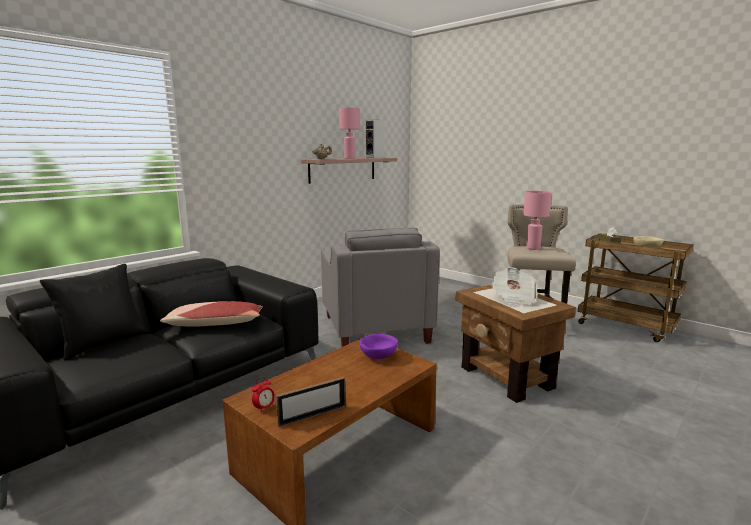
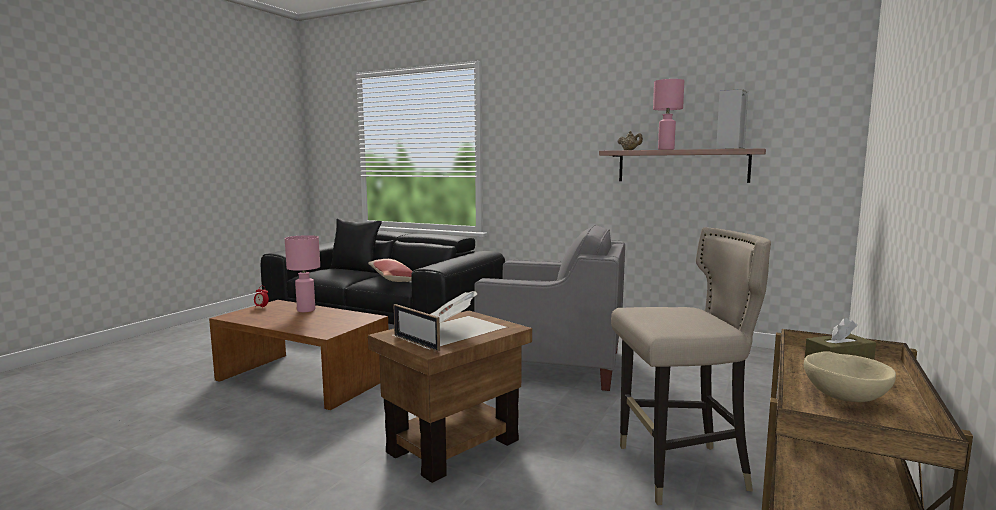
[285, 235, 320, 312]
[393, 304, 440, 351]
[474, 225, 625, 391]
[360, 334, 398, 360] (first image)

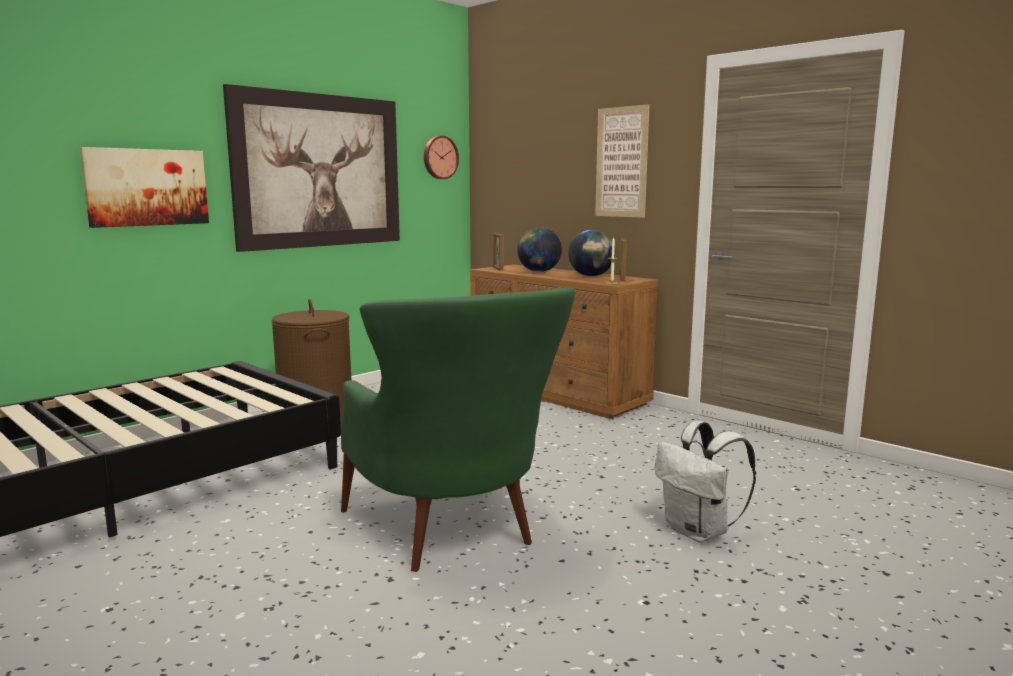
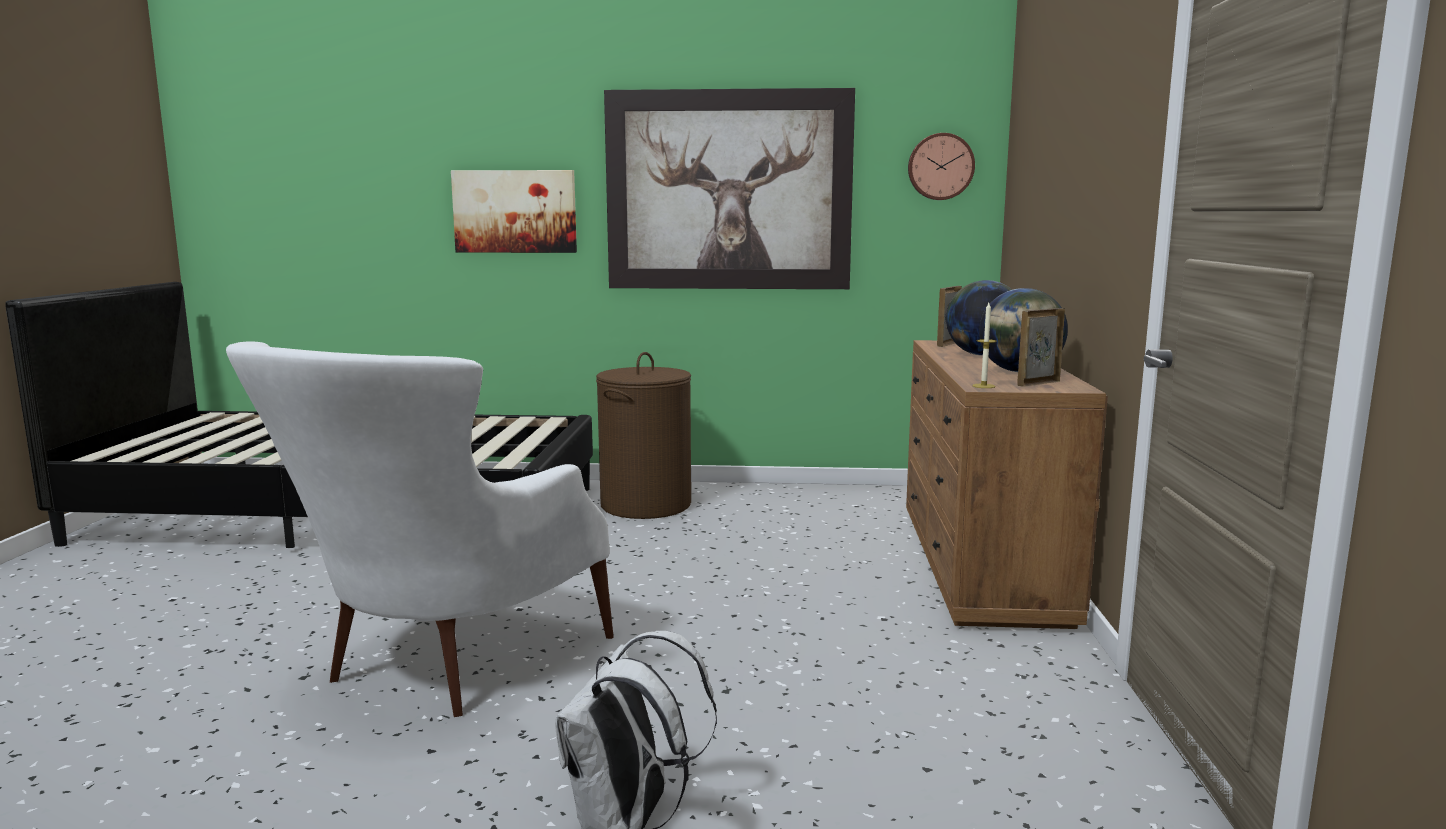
[226, 341, 614, 717]
[595, 104, 650, 218] (first image)

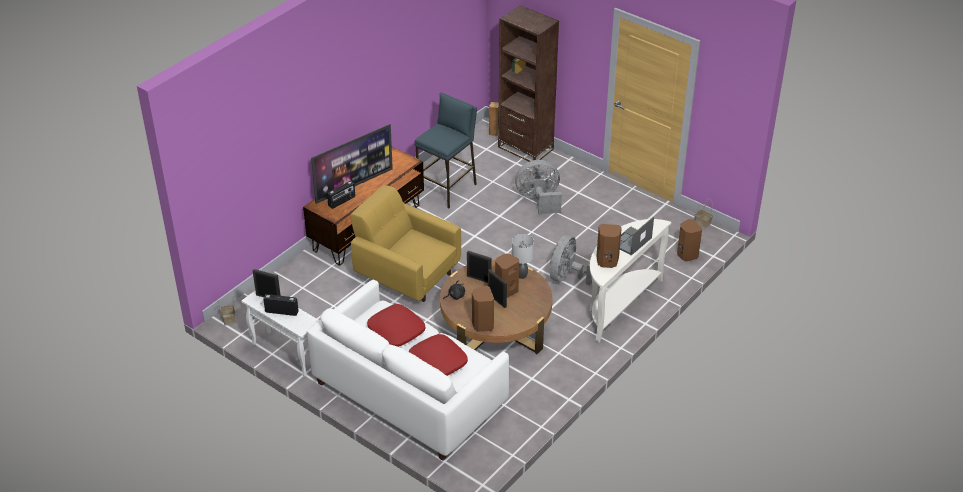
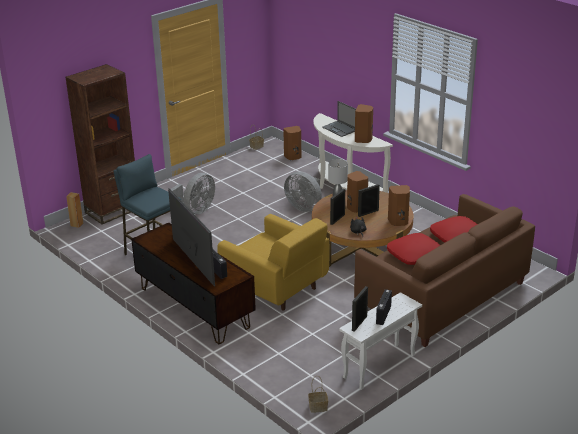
[171, 173, 215, 214]
[217, 214, 330, 311]
[354, 194, 535, 347]

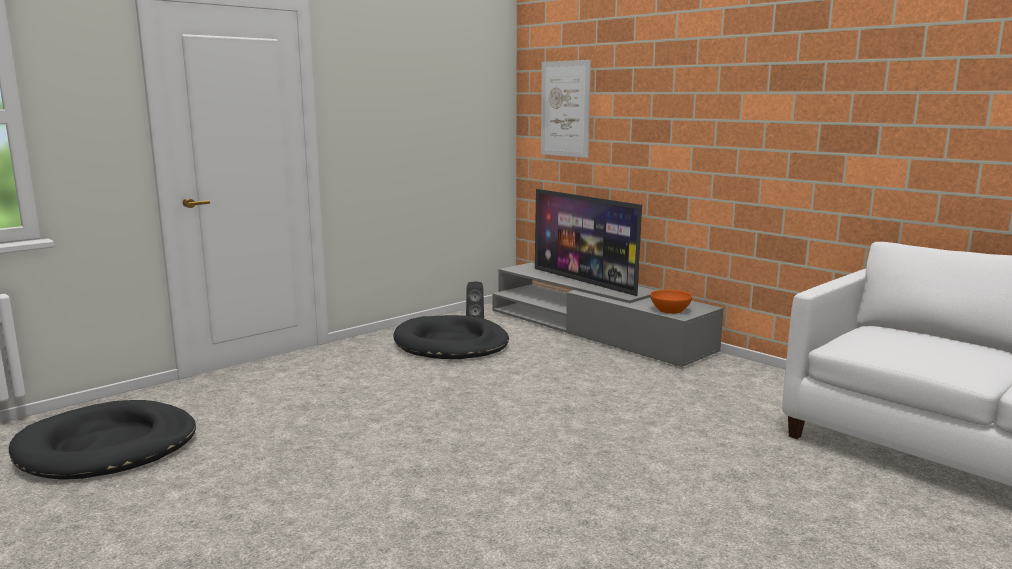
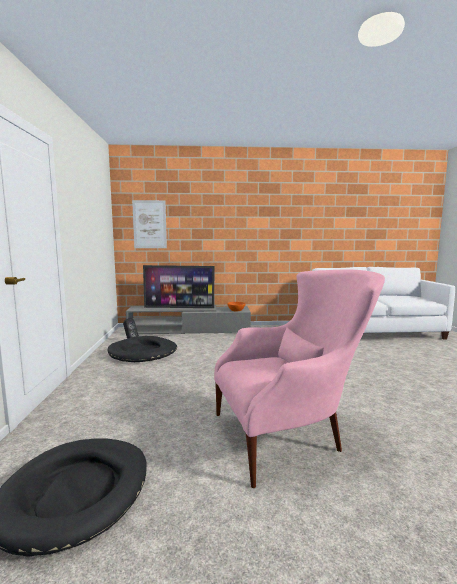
[214, 270, 385, 488]

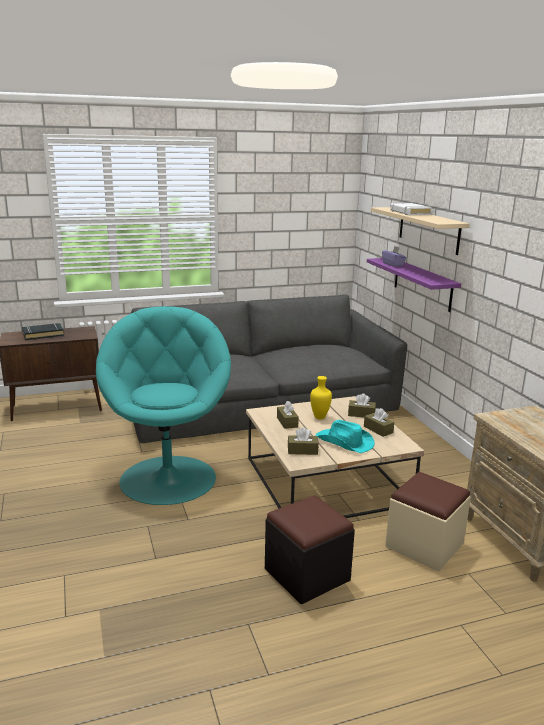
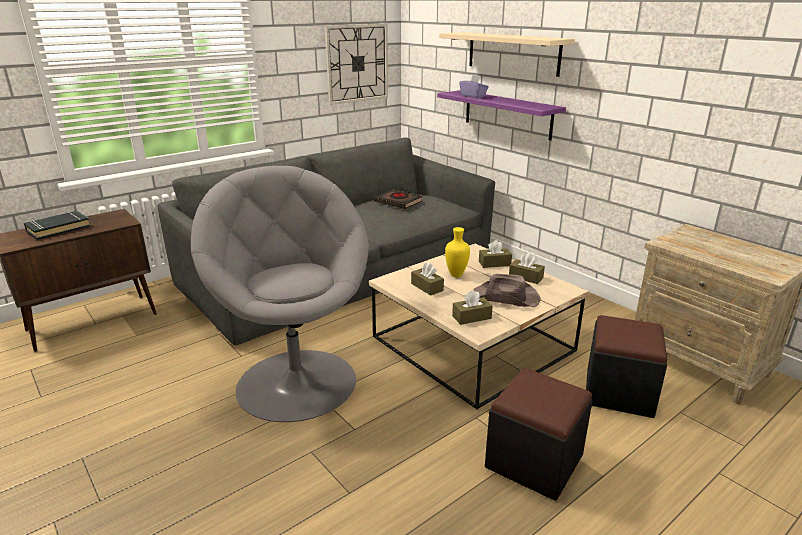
[191, 166, 369, 422]
[325, 24, 388, 105]
[374, 189, 423, 209]
[473, 274, 541, 308]
[586, 315, 667, 418]
[390, 203, 432, 215] (first image)

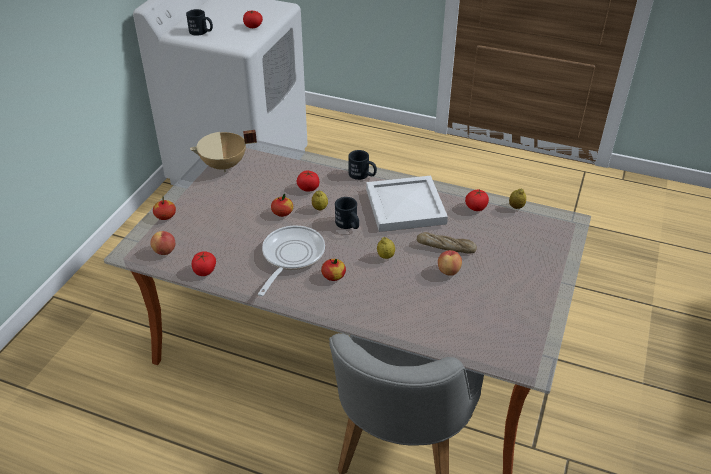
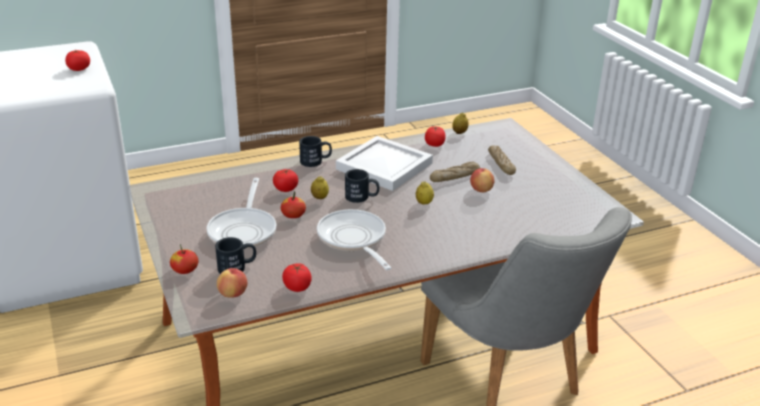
[207, 178, 276, 249]
[215, 237, 256, 274]
[488, 145, 516, 175]
[190, 130, 257, 172] (first image)
[321, 259, 346, 281] (first image)

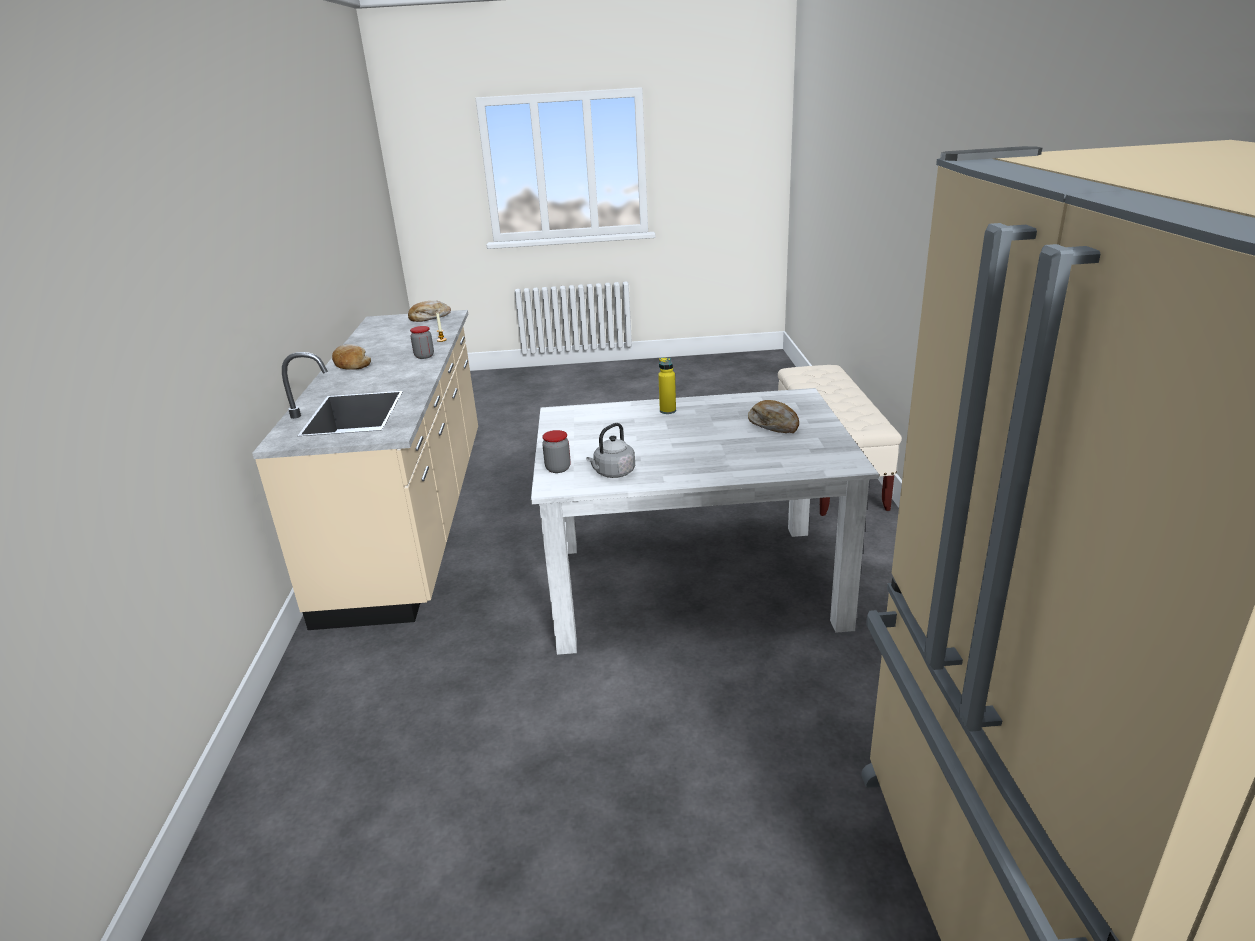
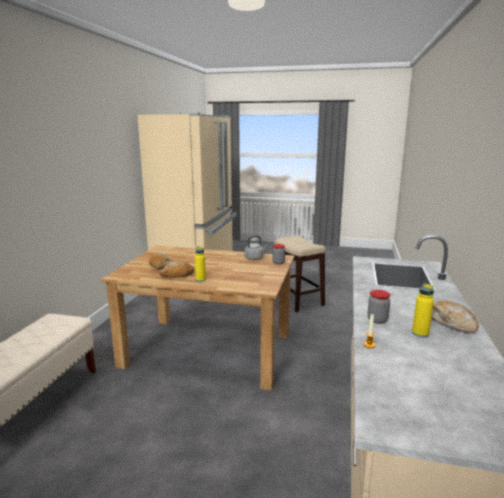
[100, 246, 294, 391]
[159, 261, 194, 278]
[274, 236, 326, 312]
[412, 283, 434, 337]

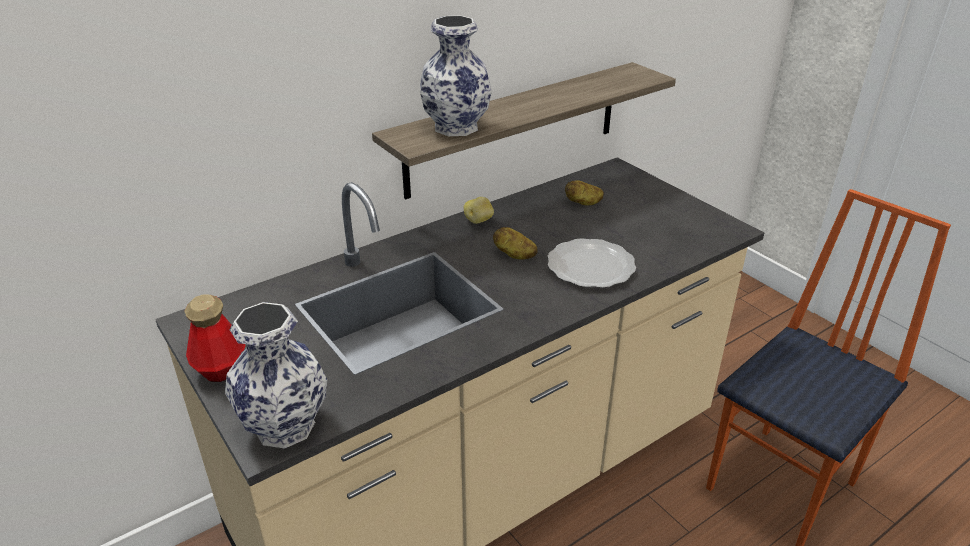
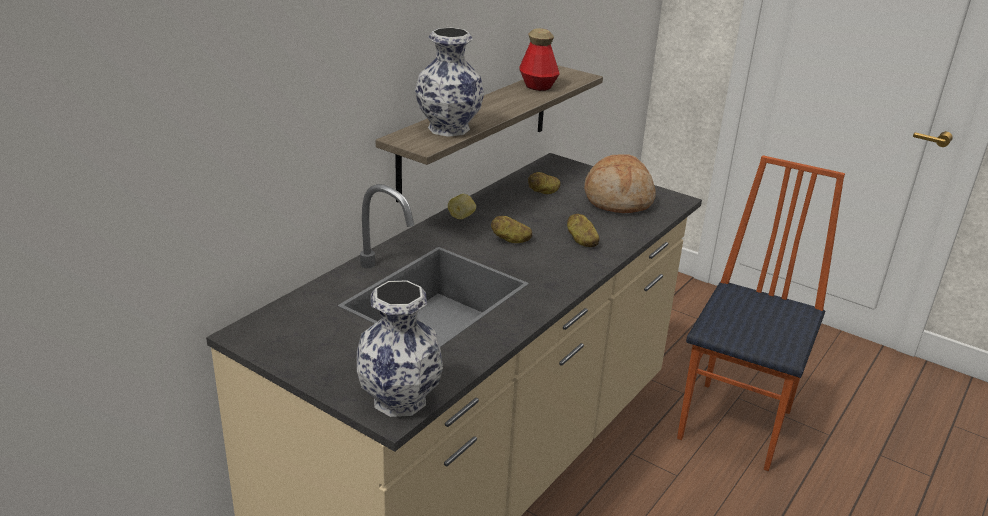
[519, 28, 559, 91]
[567, 213, 600, 247]
[584, 154, 656, 213]

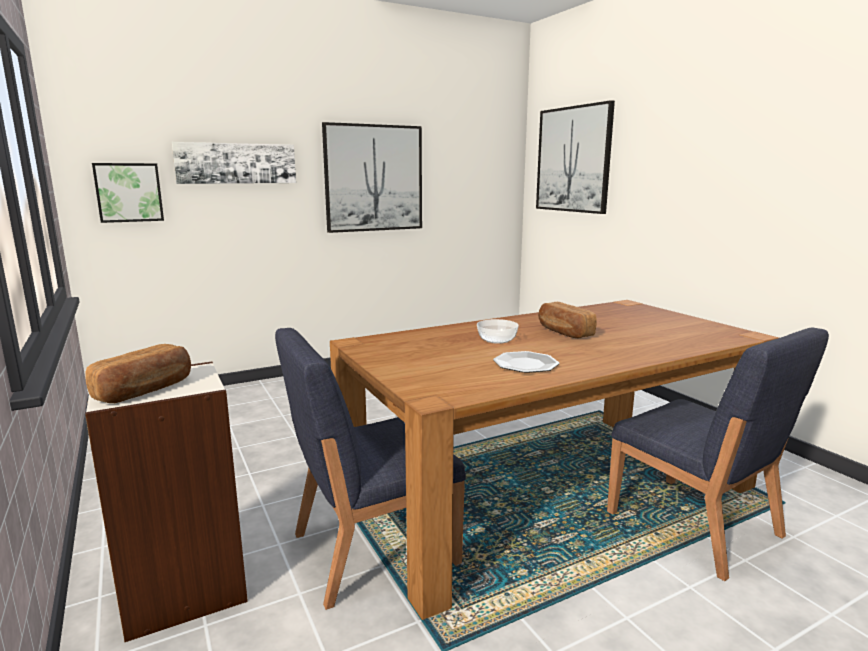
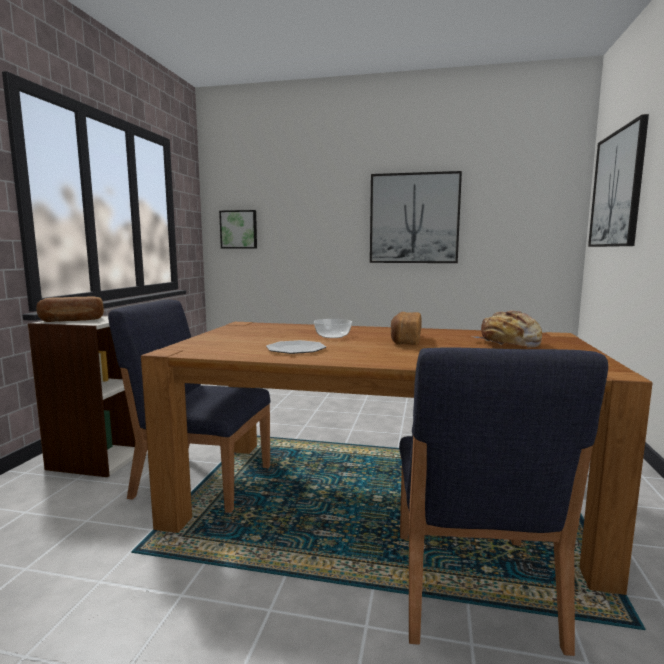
[472, 310, 542, 348]
[172, 142, 296, 184] (first image)

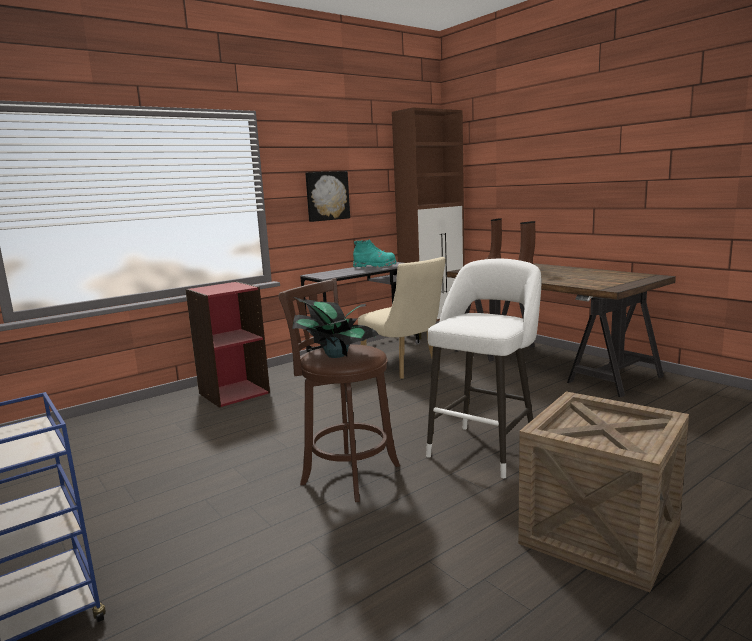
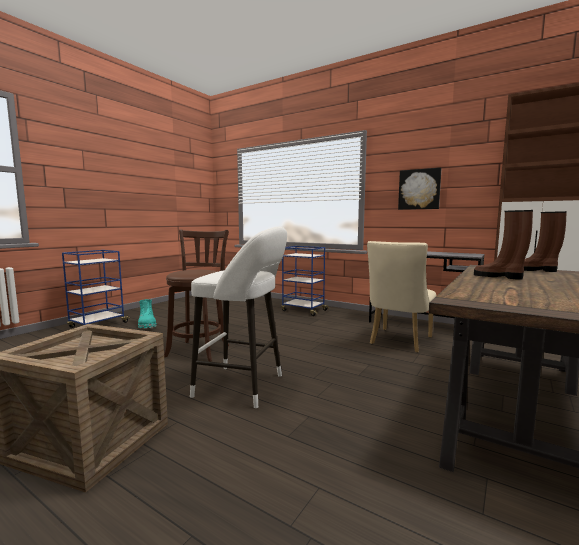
[138, 299, 157, 329]
[281, 246, 329, 316]
[292, 297, 379, 358] (first image)

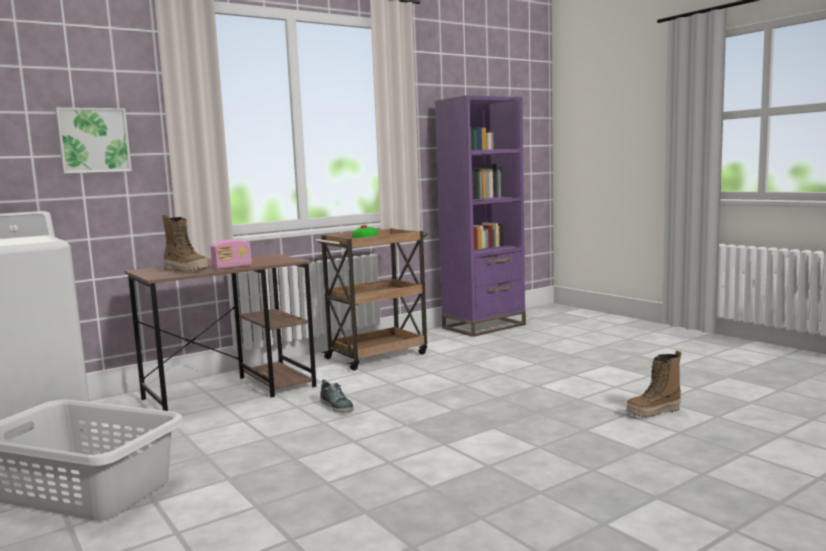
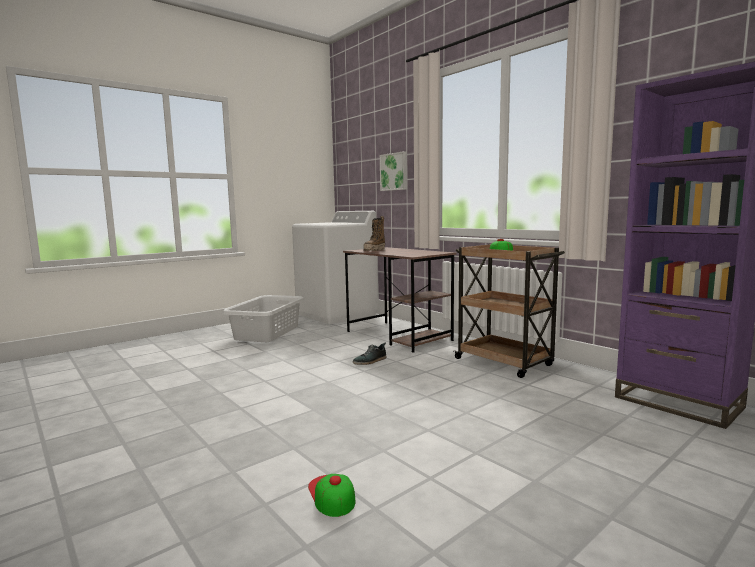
[308, 474, 356, 517]
[210, 239, 252, 270] (first image)

